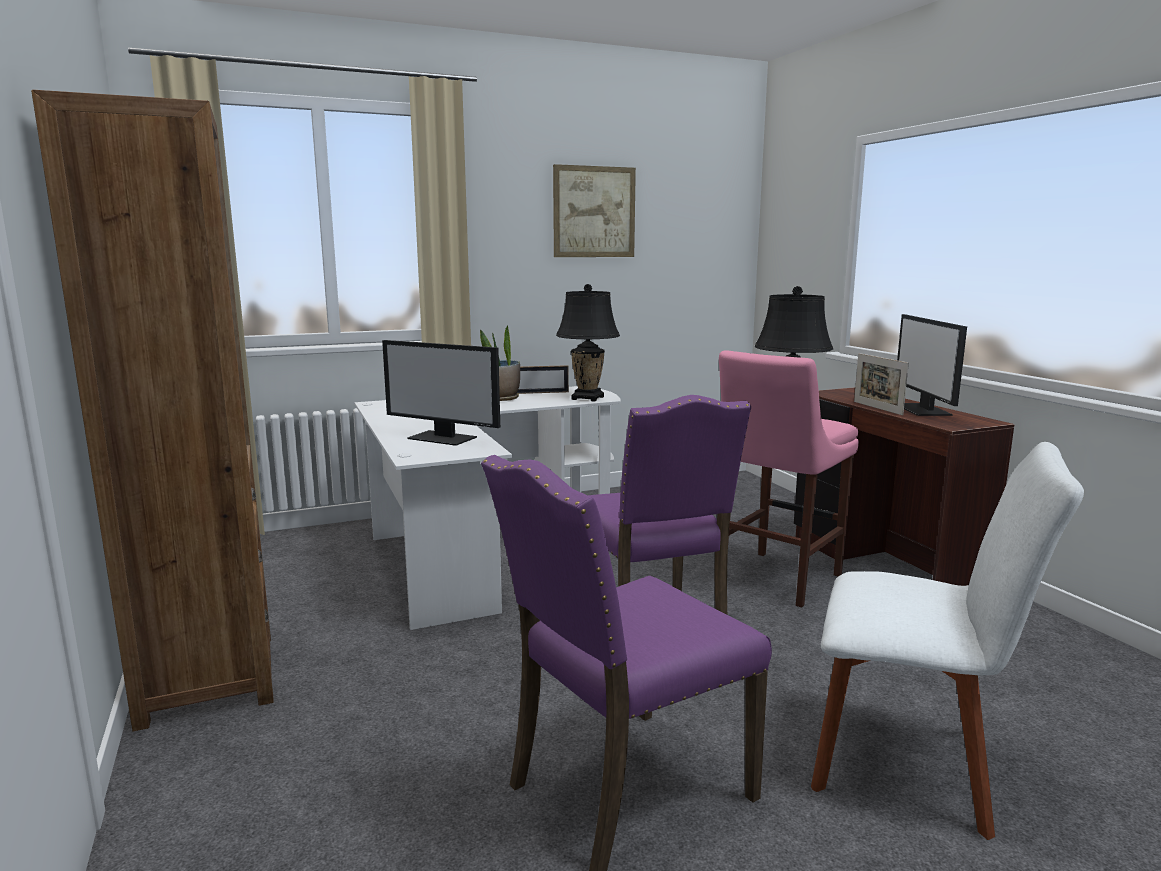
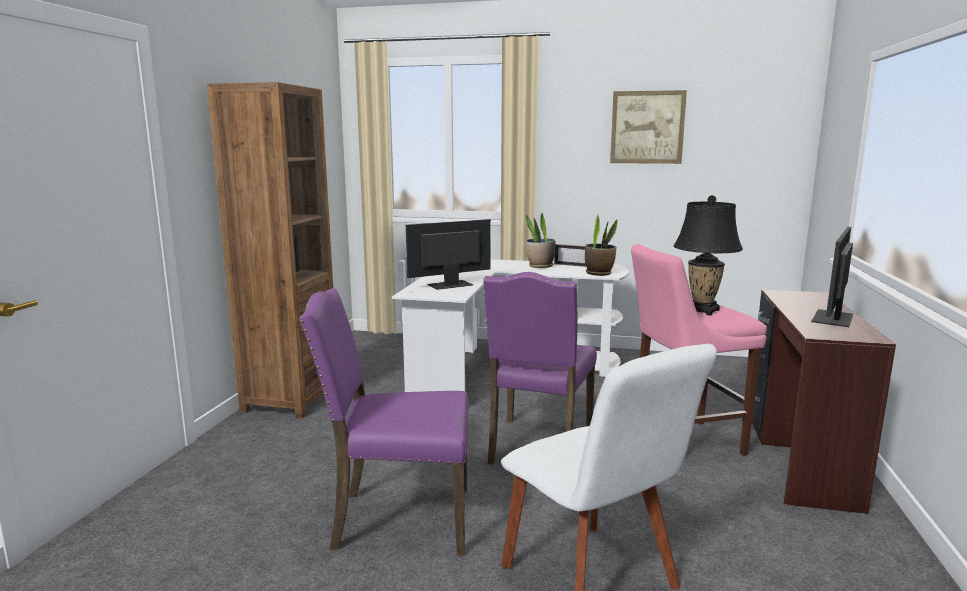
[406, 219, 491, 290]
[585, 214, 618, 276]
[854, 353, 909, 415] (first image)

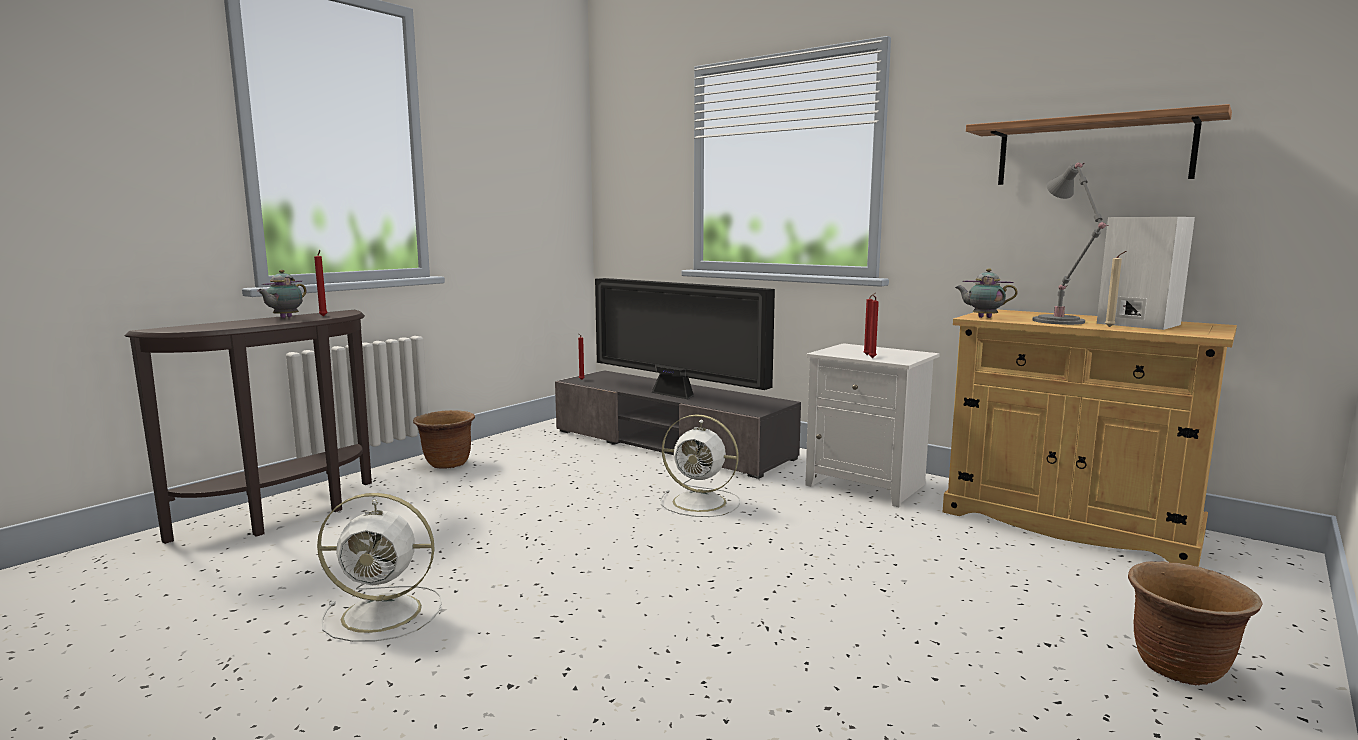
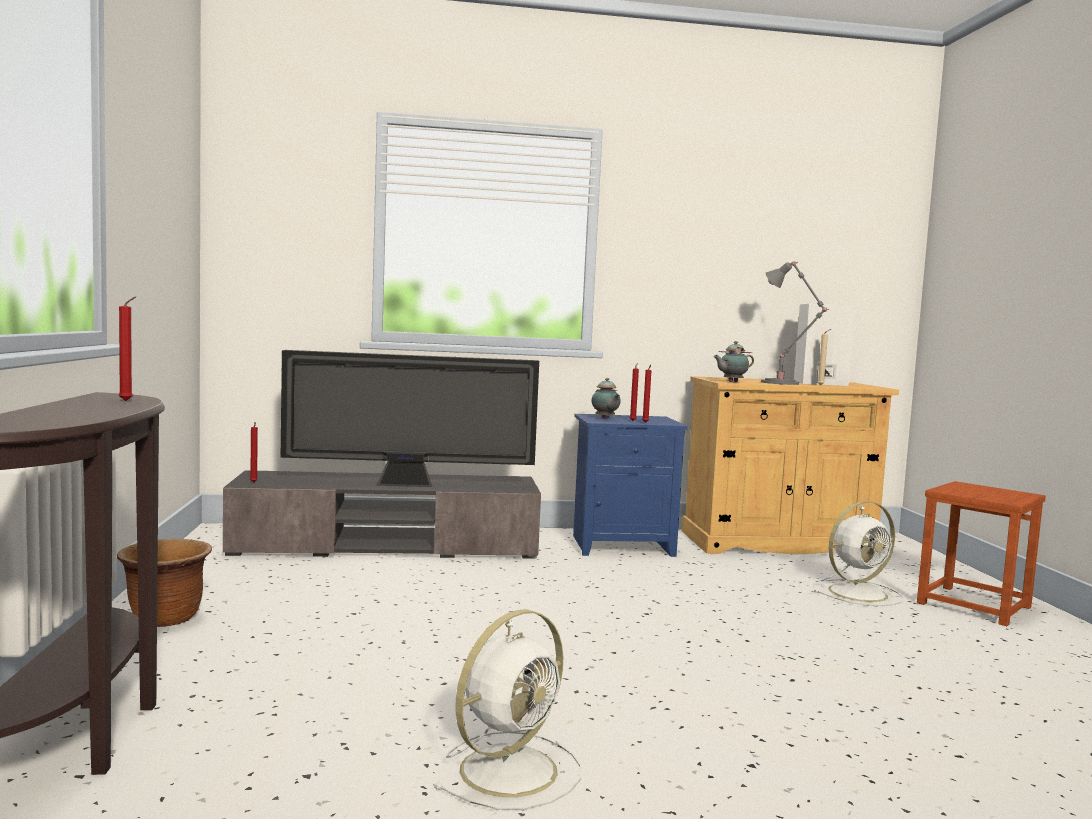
[573, 414, 688, 557]
[591, 378, 621, 419]
[813, 501, 904, 606]
[917, 481, 1046, 626]
[966, 104, 1232, 185] (first image)

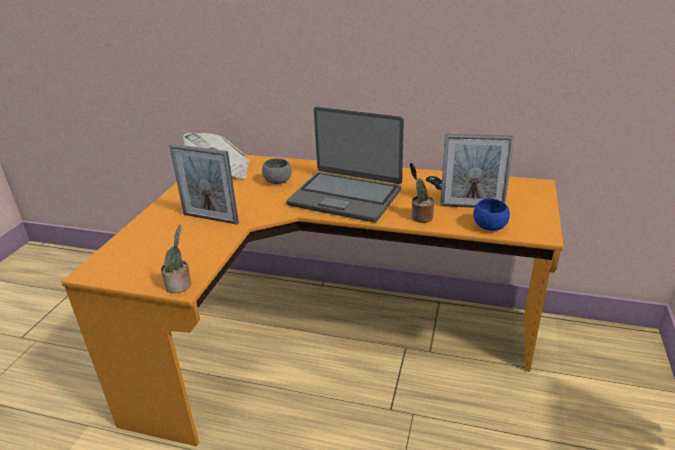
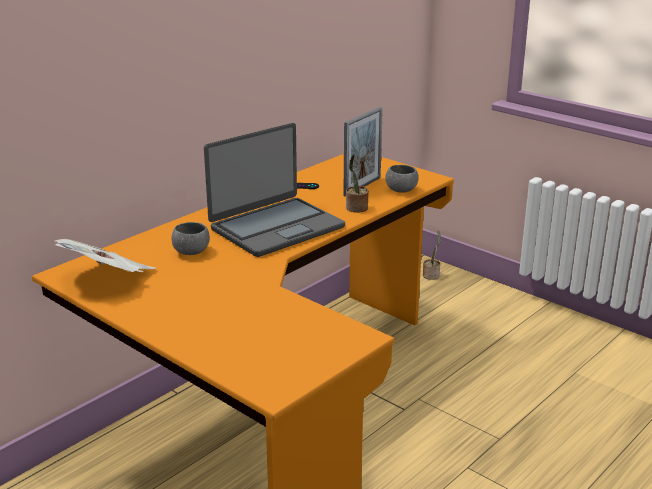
[385, 165, 419, 193]
[423, 230, 441, 280]
[169, 144, 239, 225] (first image)

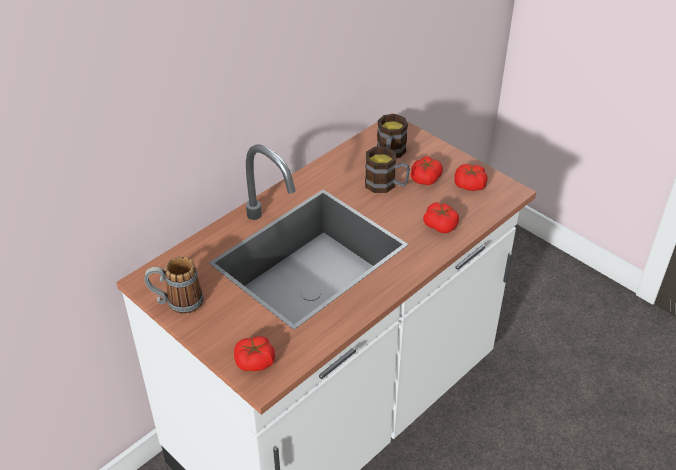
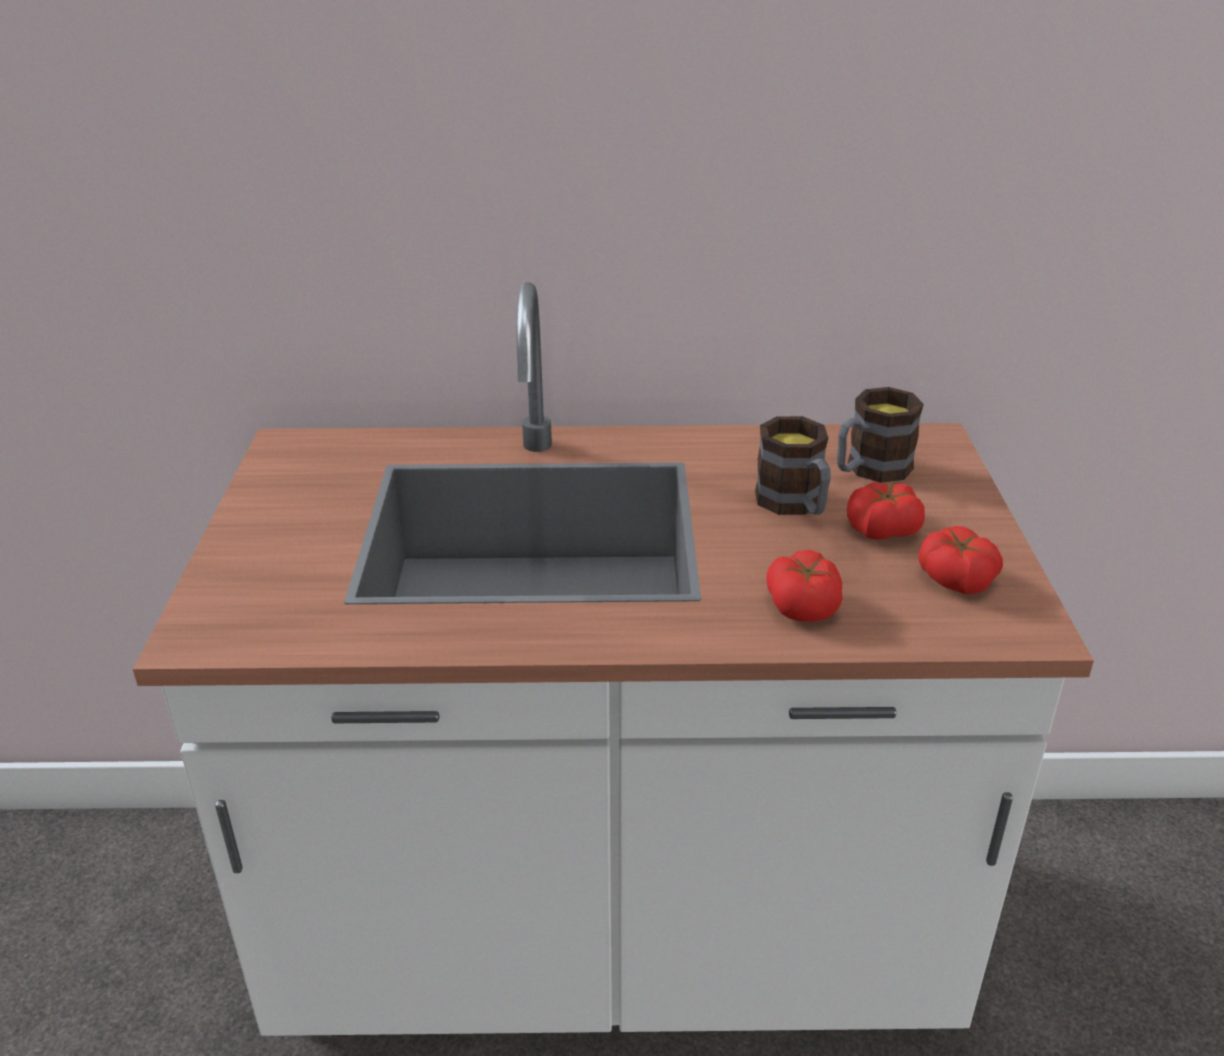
[145, 256, 204, 314] (first image)
[234, 336, 275, 371] (first image)

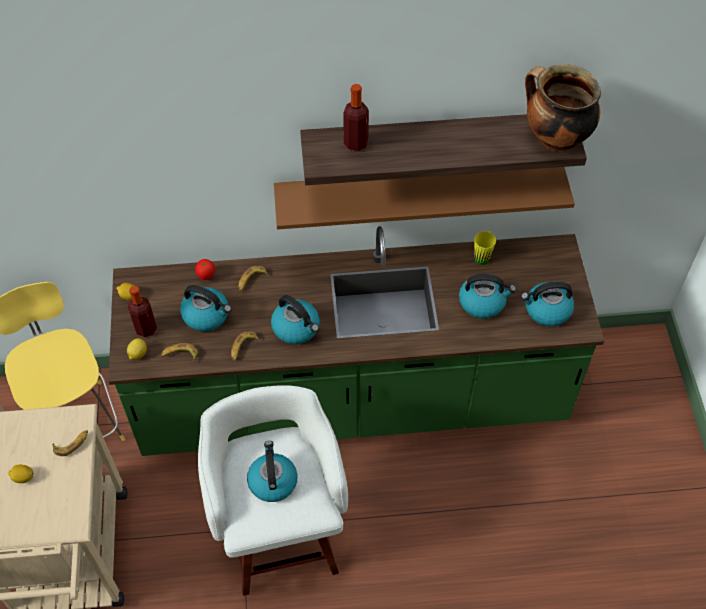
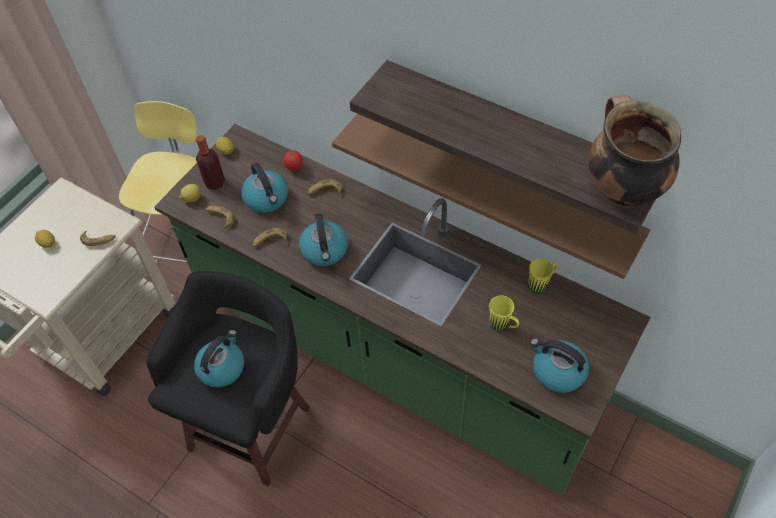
[146, 271, 310, 486]
[489, 295, 519, 331]
[343, 84, 369, 151] (first image)

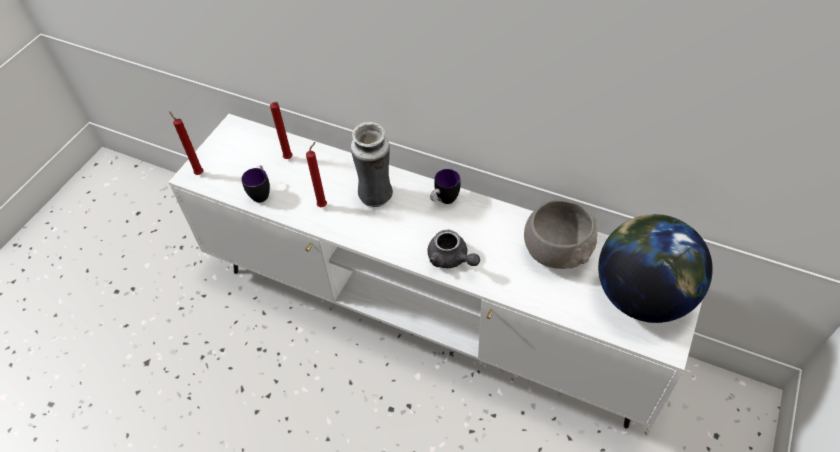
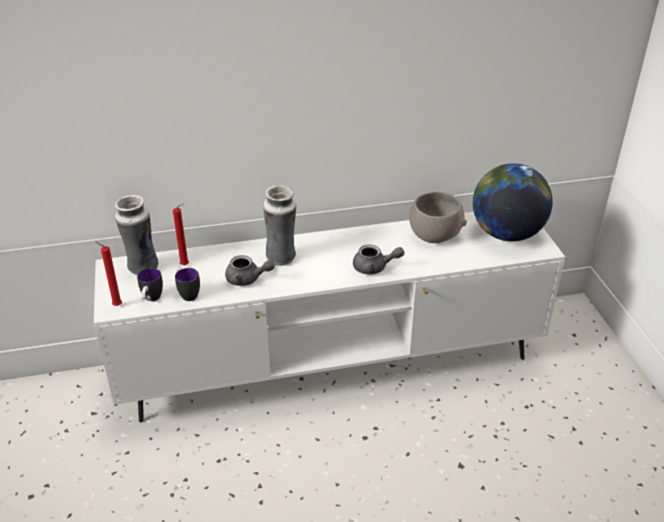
[115, 195, 158, 275]
[137, 268, 163, 301]
[225, 255, 275, 286]

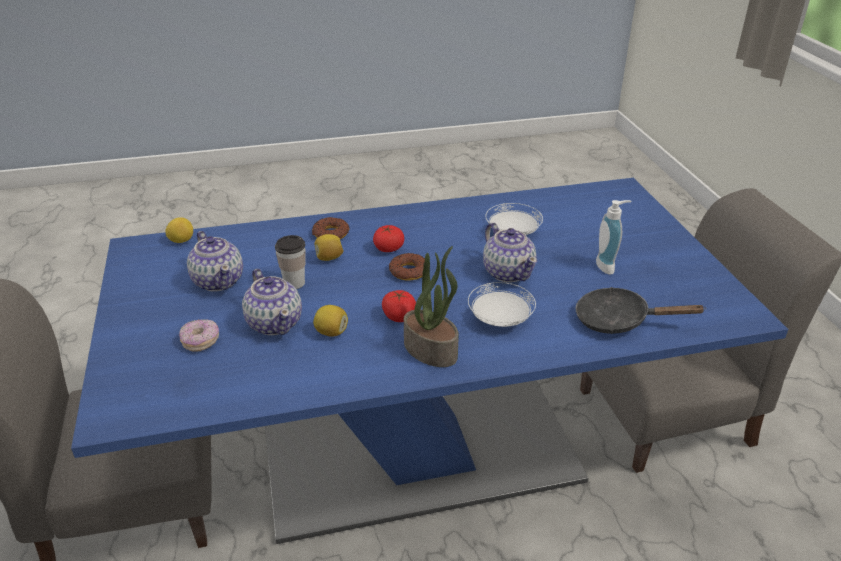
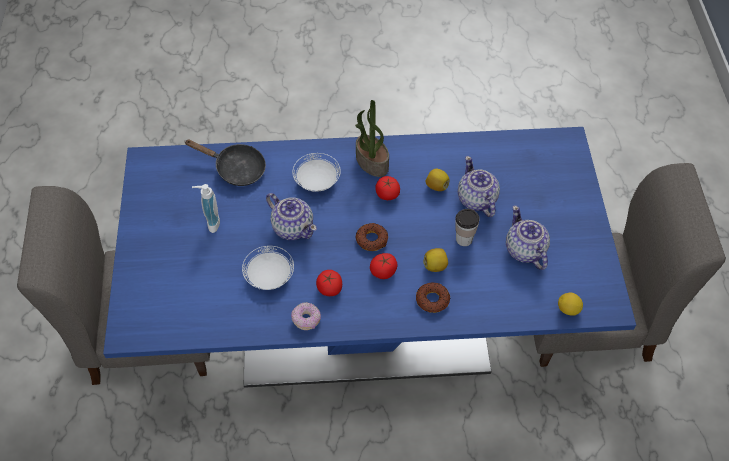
[266, 193, 317, 240]
[291, 302, 321, 330]
[316, 270, 342, 296]

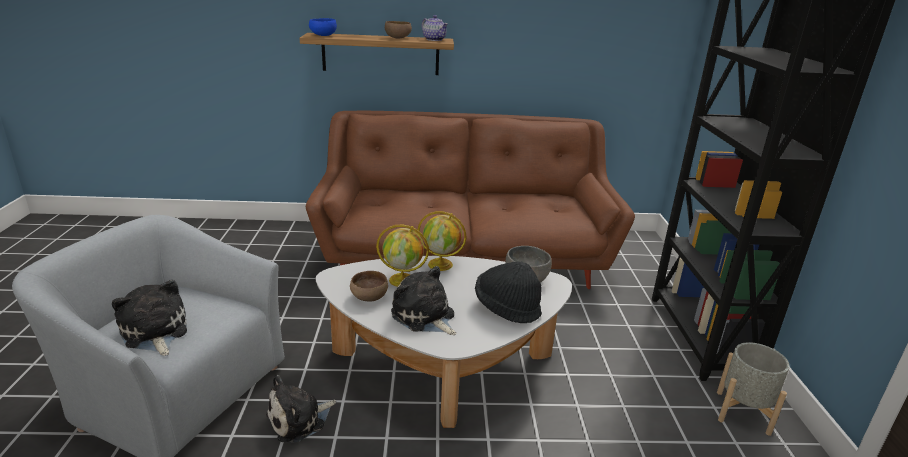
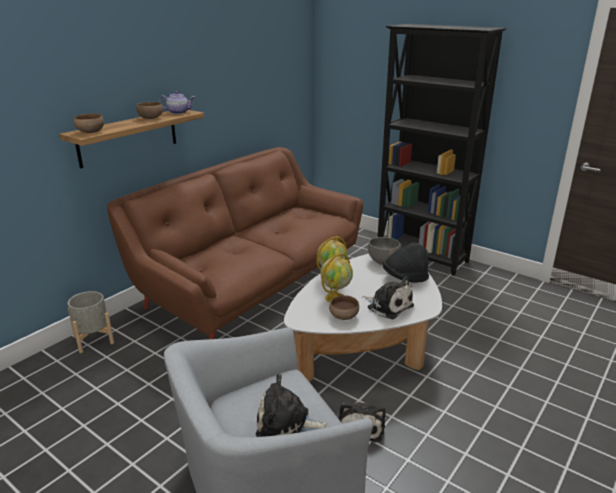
[68, 291, 114, 353]
[73, 113, 104, 133]
[362, 277, 414, 319]

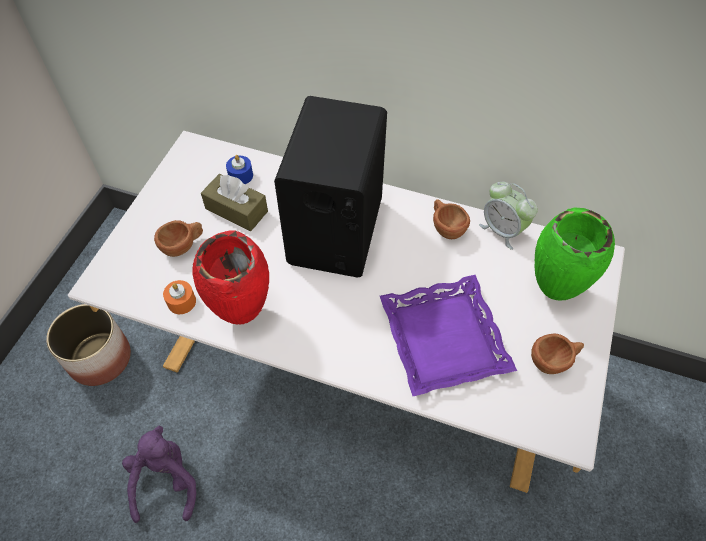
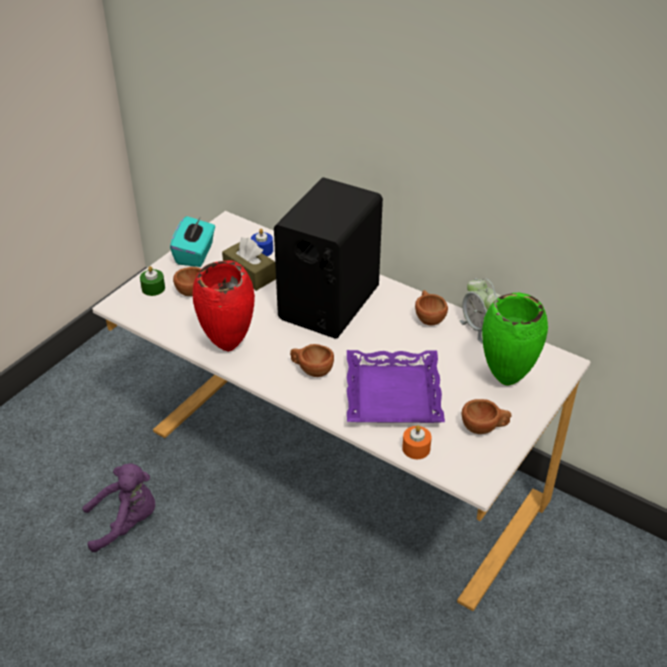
[82, 463, 155, 552]
[140, 266, 165, 296]
[170, 216, 215, 267]
[290, 344, 334, 377]
[402, 425, 432, 459]
[46, 304, 131, 386] (first image)

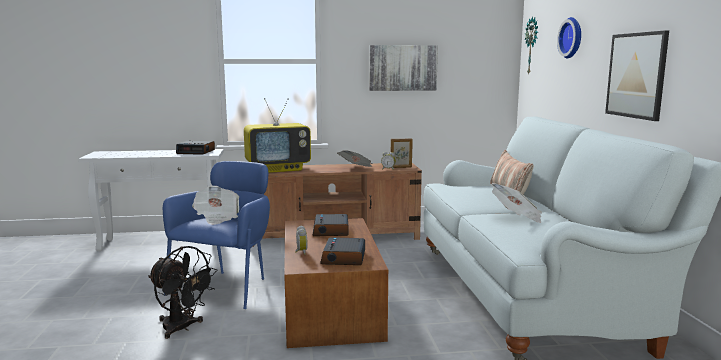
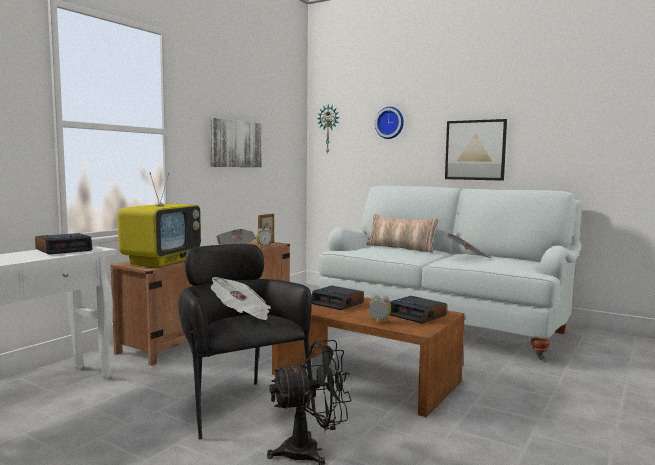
[178, 244, 316, 439]

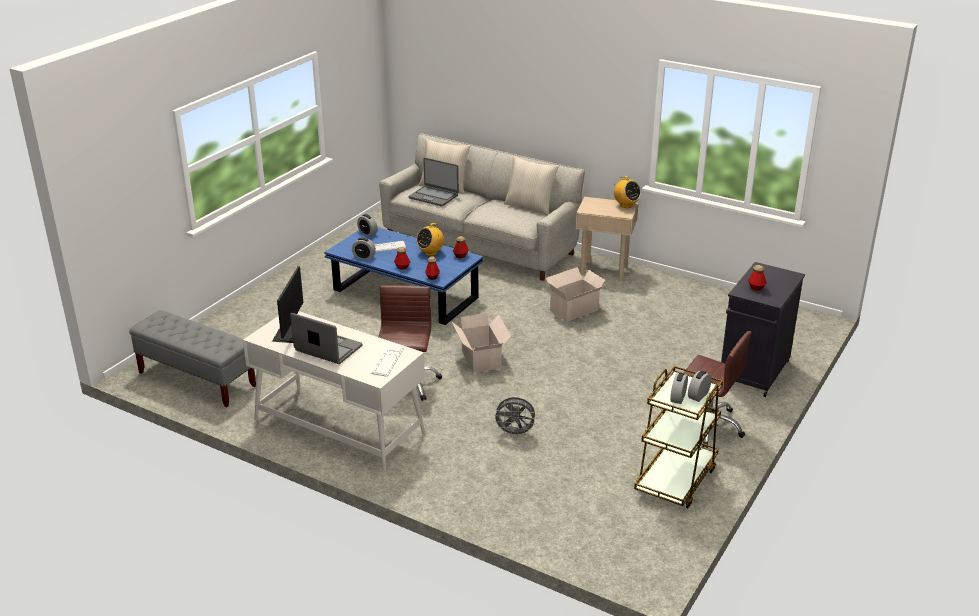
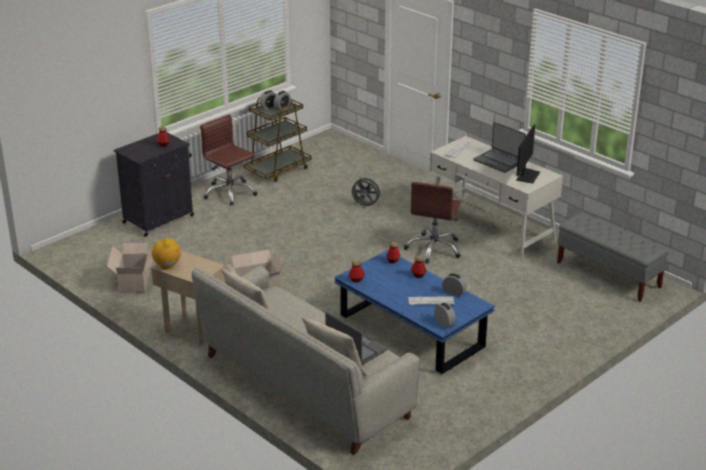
[107, 243, 153, 293]
[416, 223, 444, 256] (first image)

